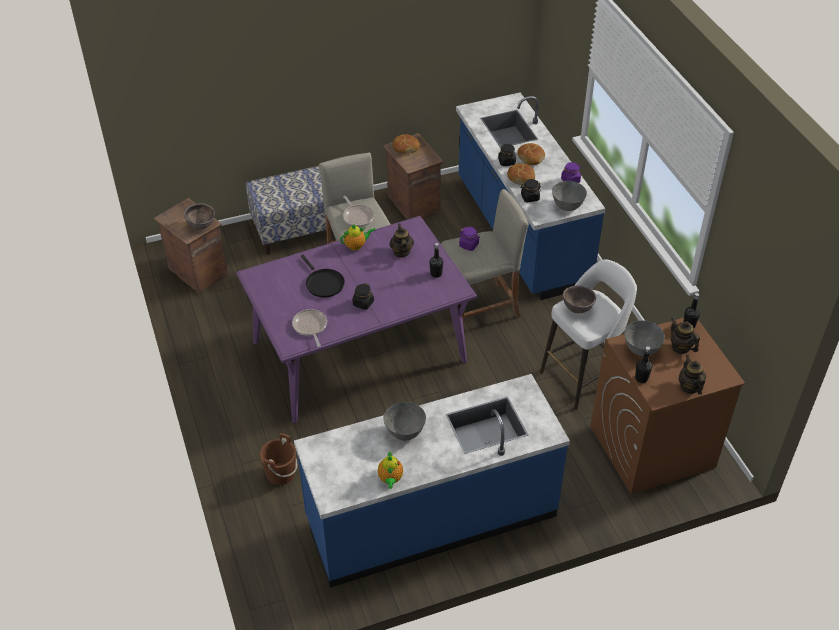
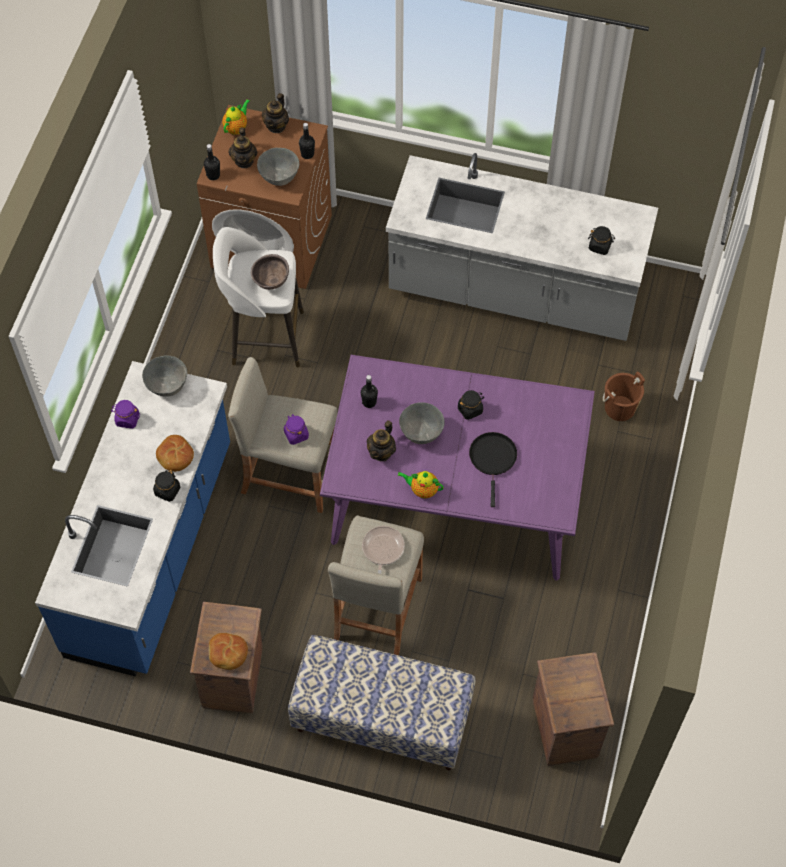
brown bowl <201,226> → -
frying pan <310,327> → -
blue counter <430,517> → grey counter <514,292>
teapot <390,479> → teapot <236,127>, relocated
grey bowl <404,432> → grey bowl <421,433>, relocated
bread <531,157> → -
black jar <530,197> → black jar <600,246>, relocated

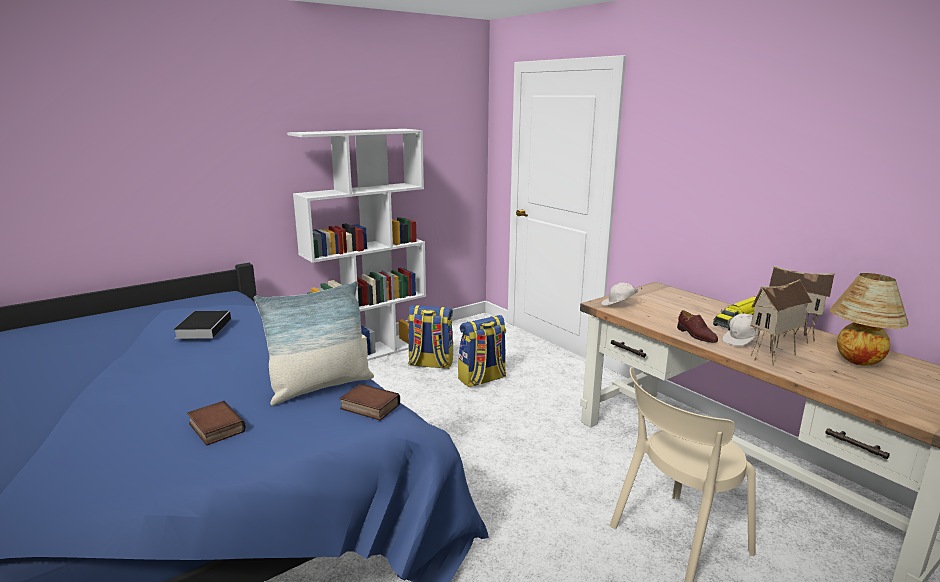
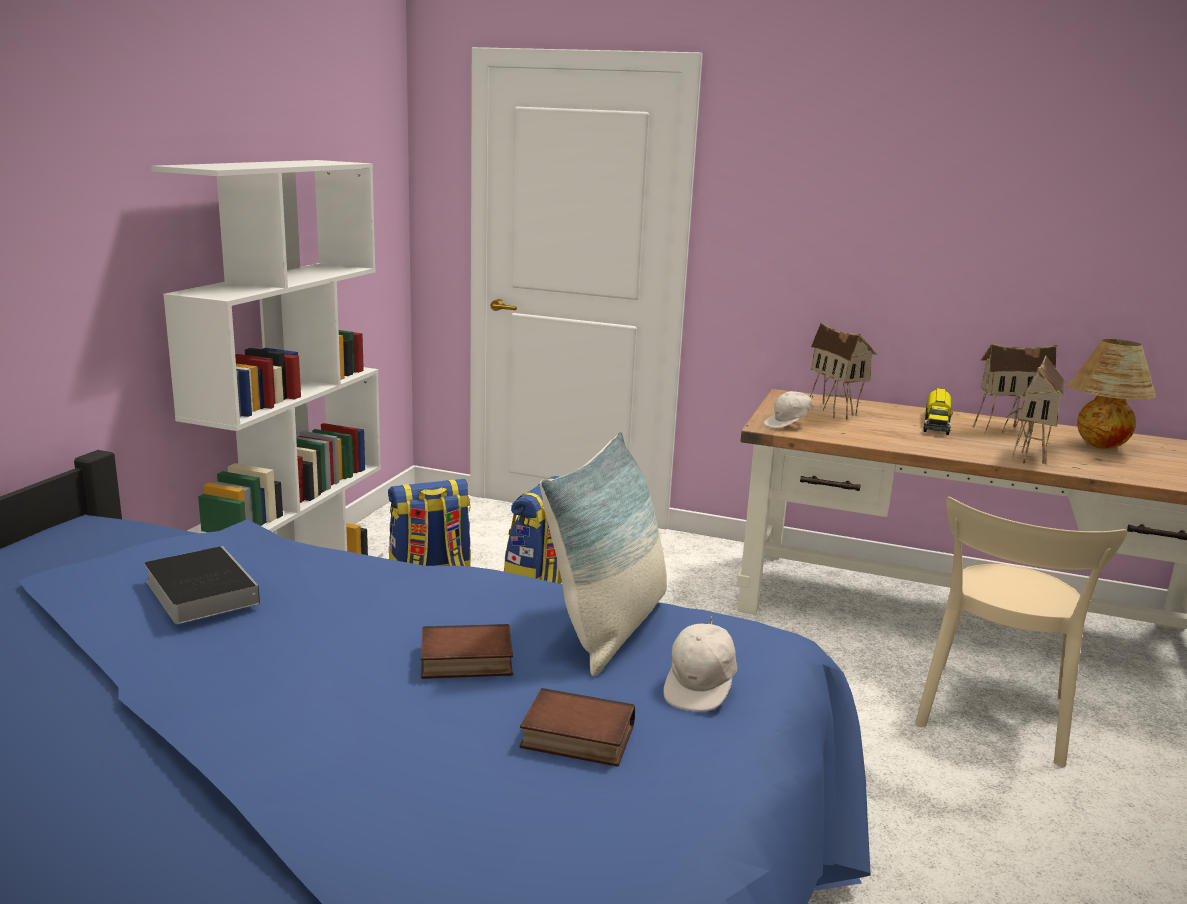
book <368,407> → book <465,662>, relocated
brown shoe <696,335> → -
white cap <741,340> → white cap <700,687>, relocated
- → toy house <834,411>

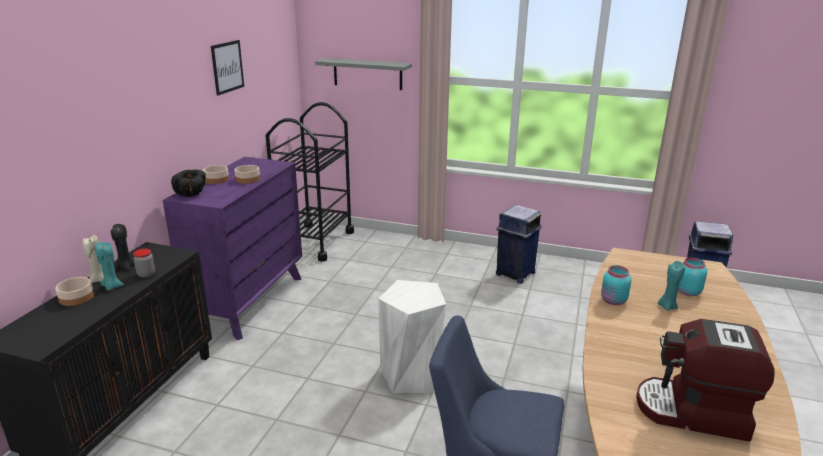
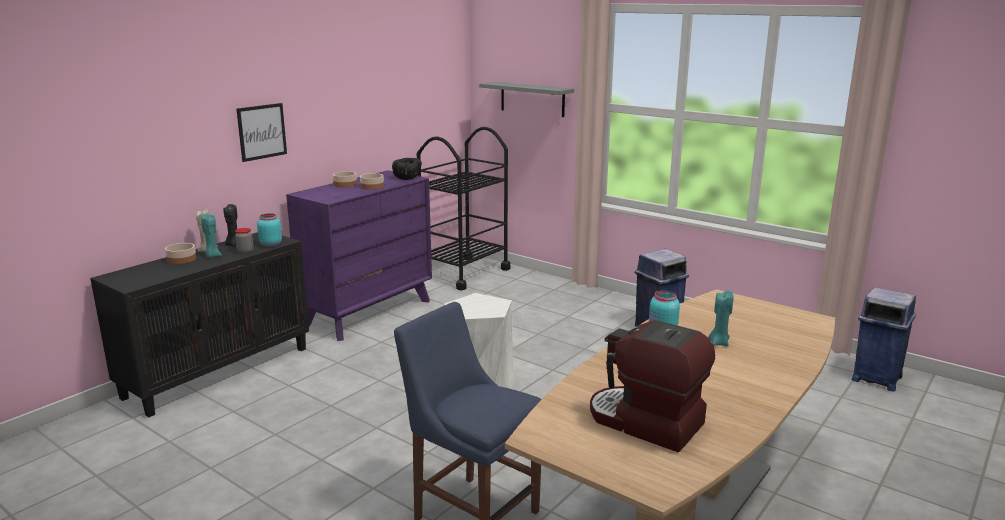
black bowl <191,194> → black bowl <407,178>, relocated
picture <227,67> → picture <262,132>, relocated
turquoise jar <687,292> → turquoise jar <270,244>, relocated

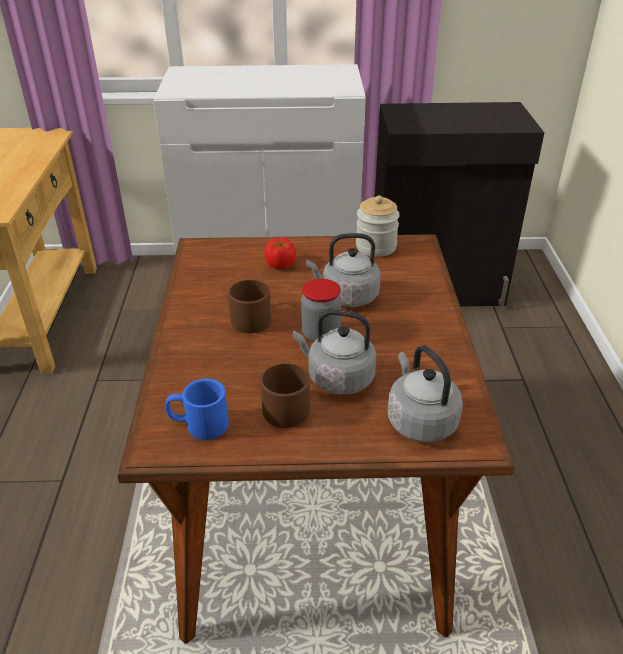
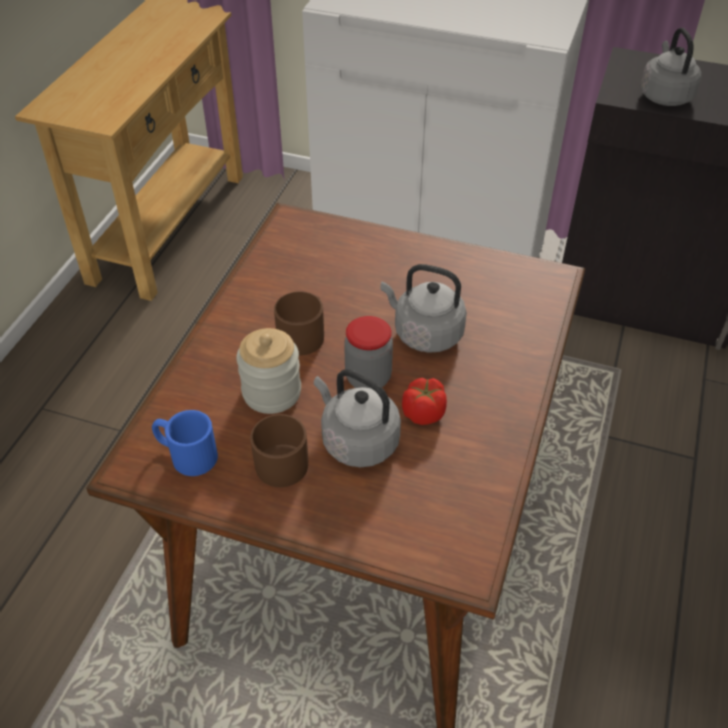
tomato <280,264> → tomato <424,412>, relocated
jar <376,247> → jar <272,392>, relocated
grey kettle <419,420> → grey kettle <664,95>, relocated

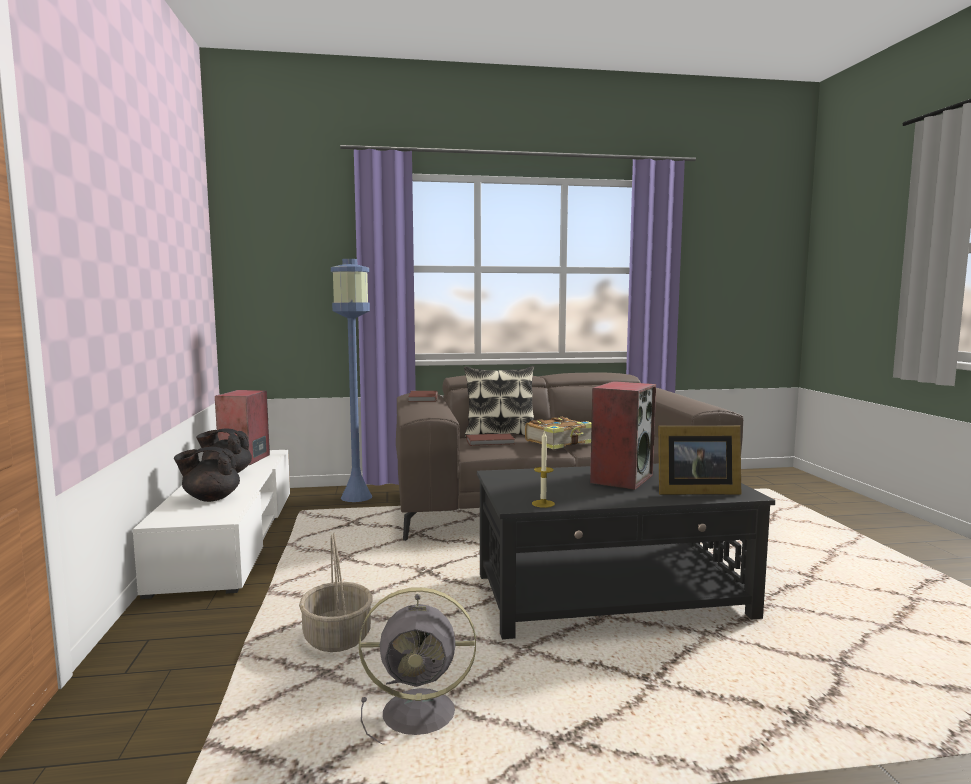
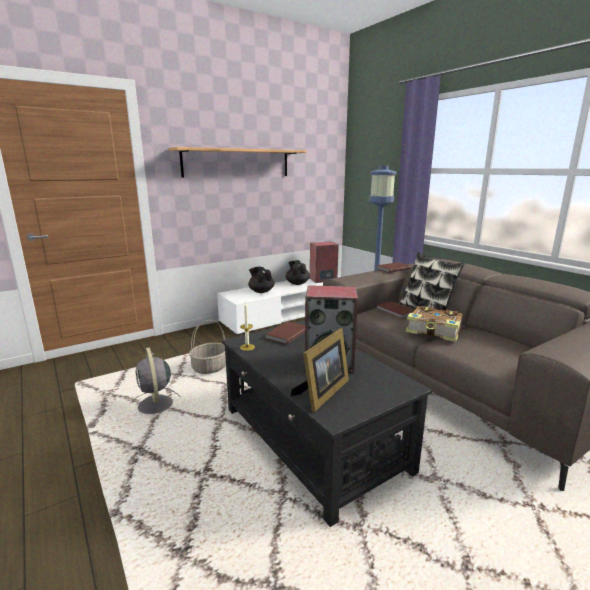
picture frame <693,491> → picture frame <322,393>, 120 degrees counterclockwise
- → shelf <237,163>
- → brown book <286,334>

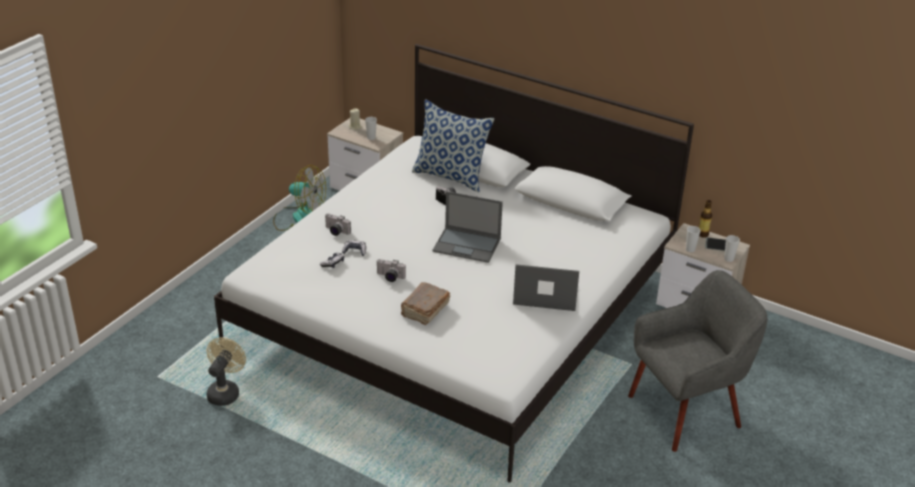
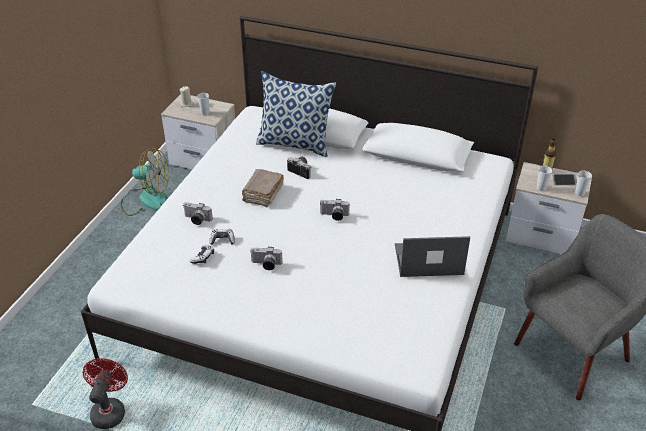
beige fan <225,391> → red fan <109,410>
brown book <424,310> → brown book <263,194>, relocated
laptop <467,245> → photo camera <334,216>

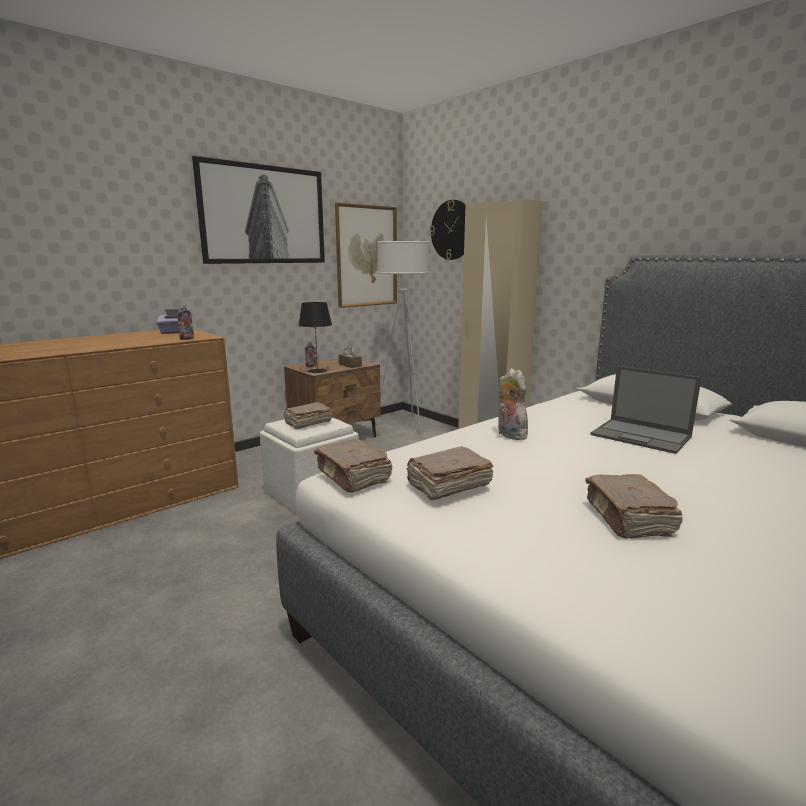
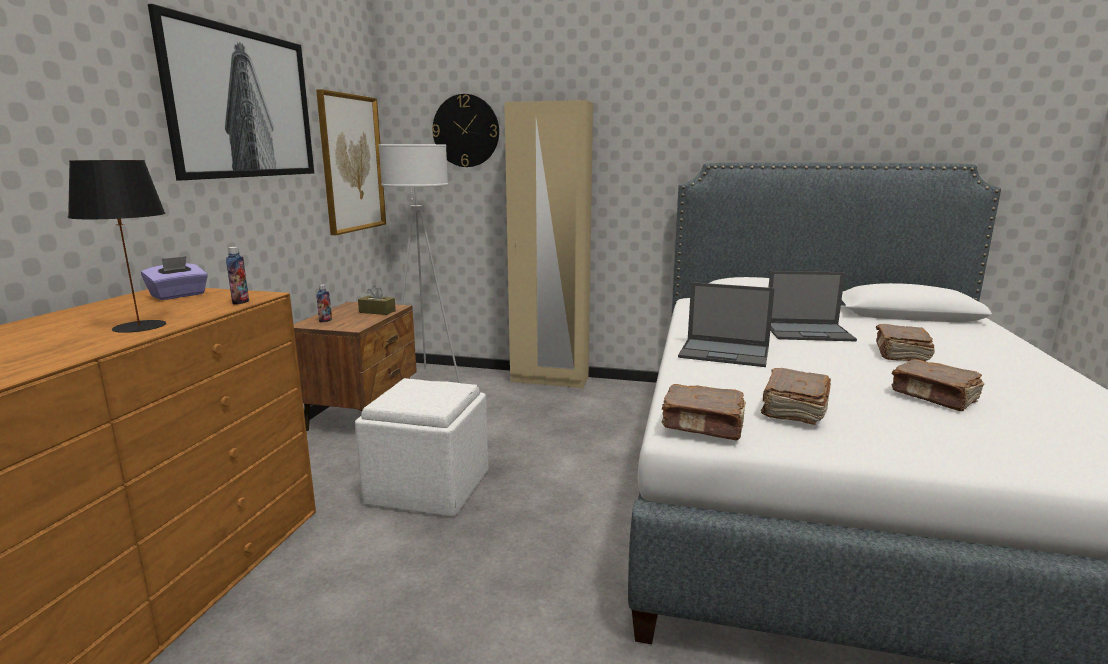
brown book <307,423> → brown book <901,353>, relocated
black table lamp <317,371> → black table lamp <138,327>, relocated
plush toy <509,435> → laptop <725,353>

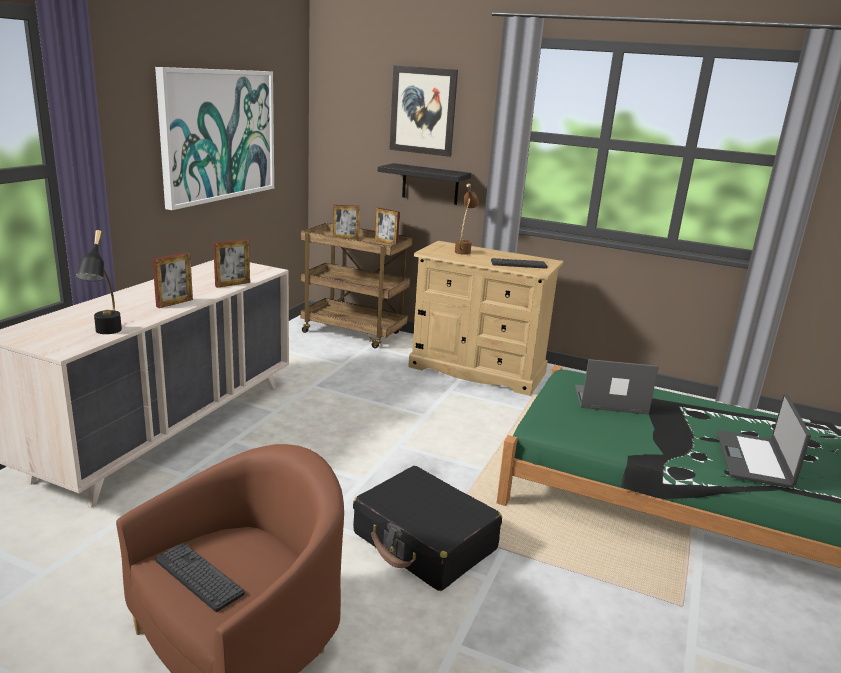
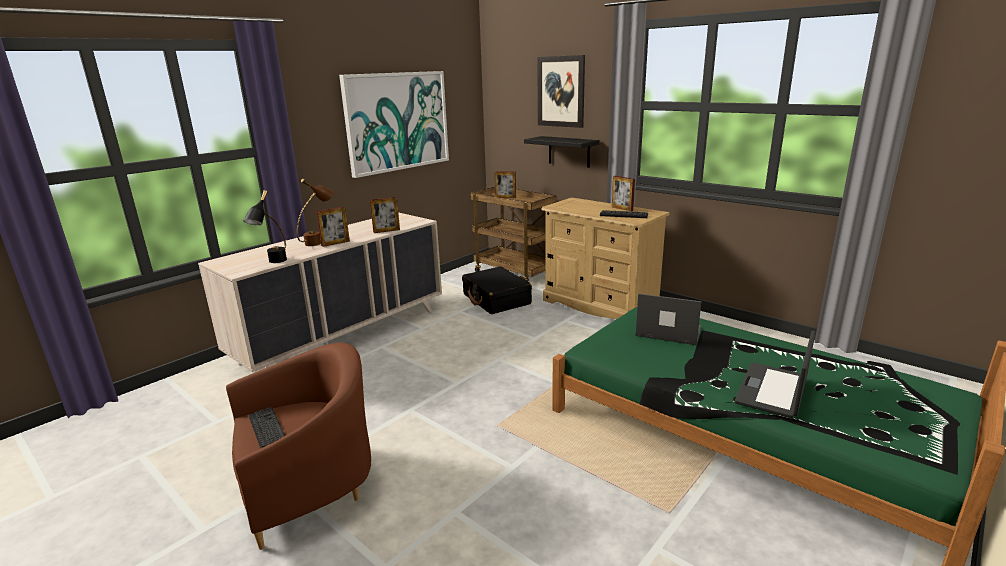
black suitcase <425,542> → black suitcase <496,299>, relocated
picture frame <386,243> → picture frame <622,208>, relocated
brown table lamp <464,250> → brown table lamp <319,241>, relocated

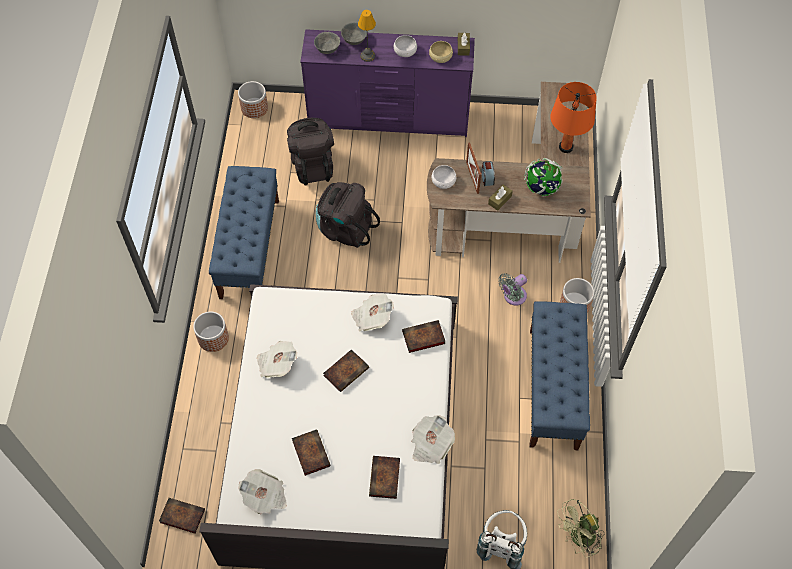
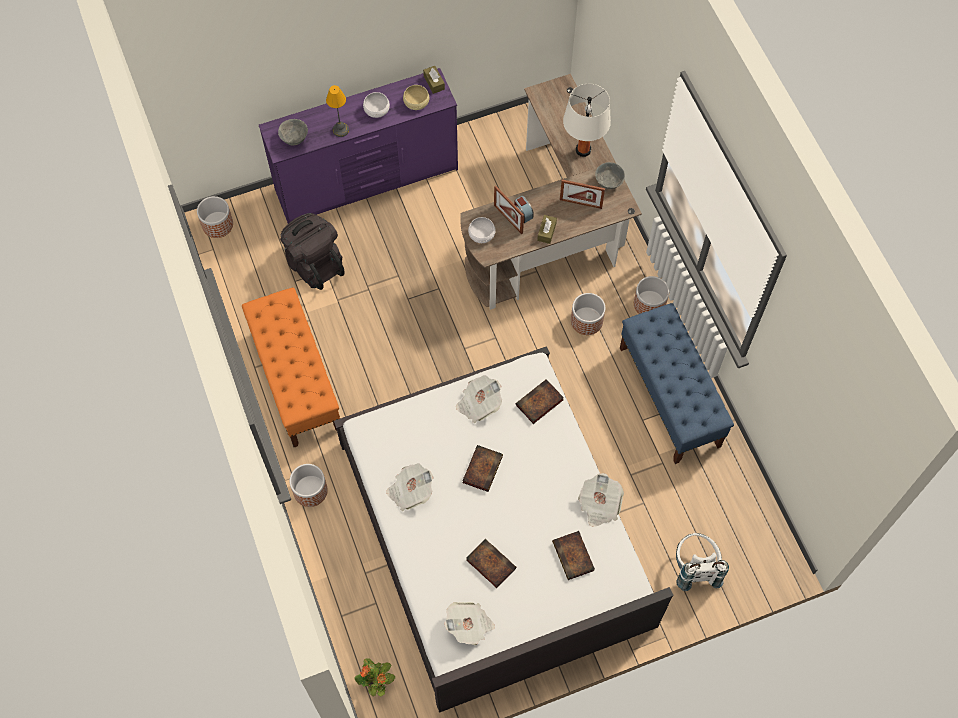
book <181,516> → potted plant <377,682>
blue bench <249,248> → orange bench <296,380>
black backpack <345,229> → -
grey bowl <354,40> → grey bowl <609,182>, relocated
grey fan <513,297> → planter <587,321>
globe <541,188> → picture frame <580,203>
orange table lamp <566,147> → white table lamp <583,150>
green fan <578,539> → -

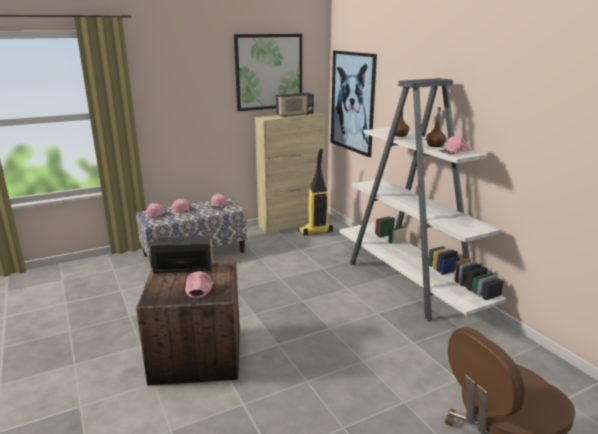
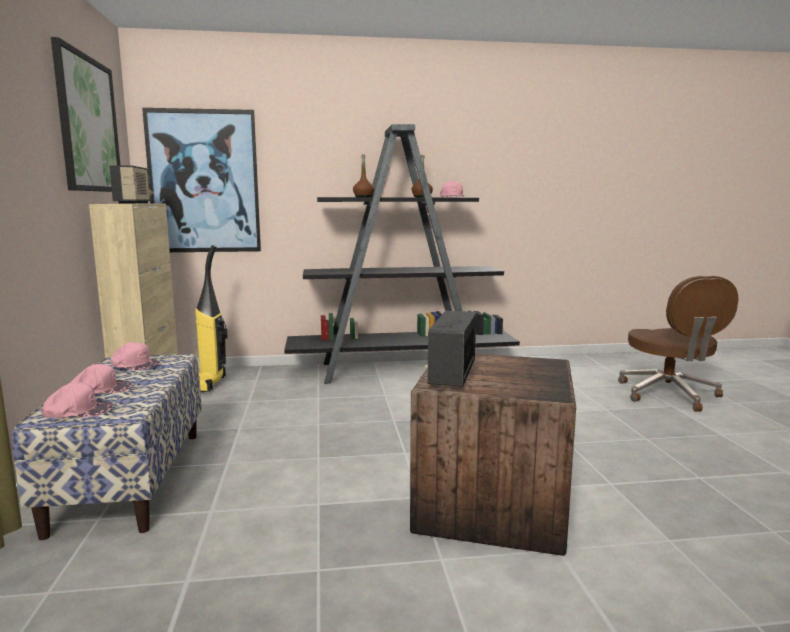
pink cap <198,288> → -
white bookcase <409,284> → black bookcase <401,370>

